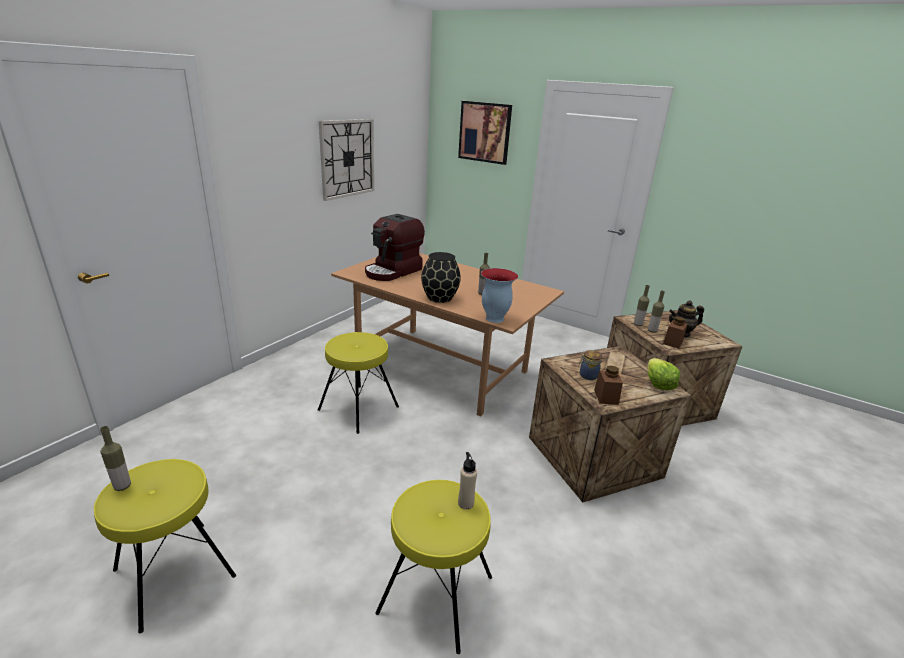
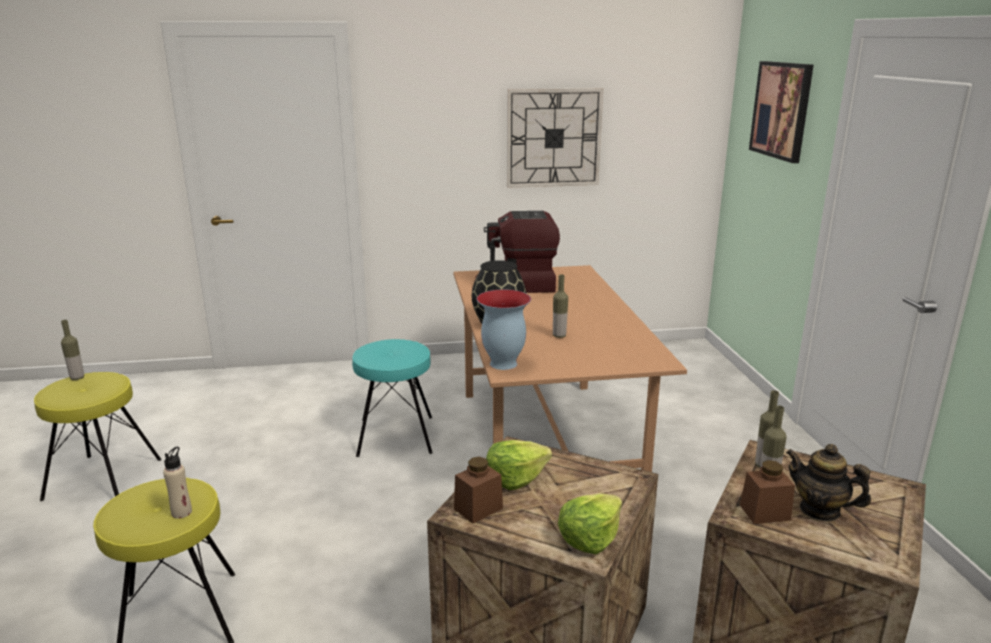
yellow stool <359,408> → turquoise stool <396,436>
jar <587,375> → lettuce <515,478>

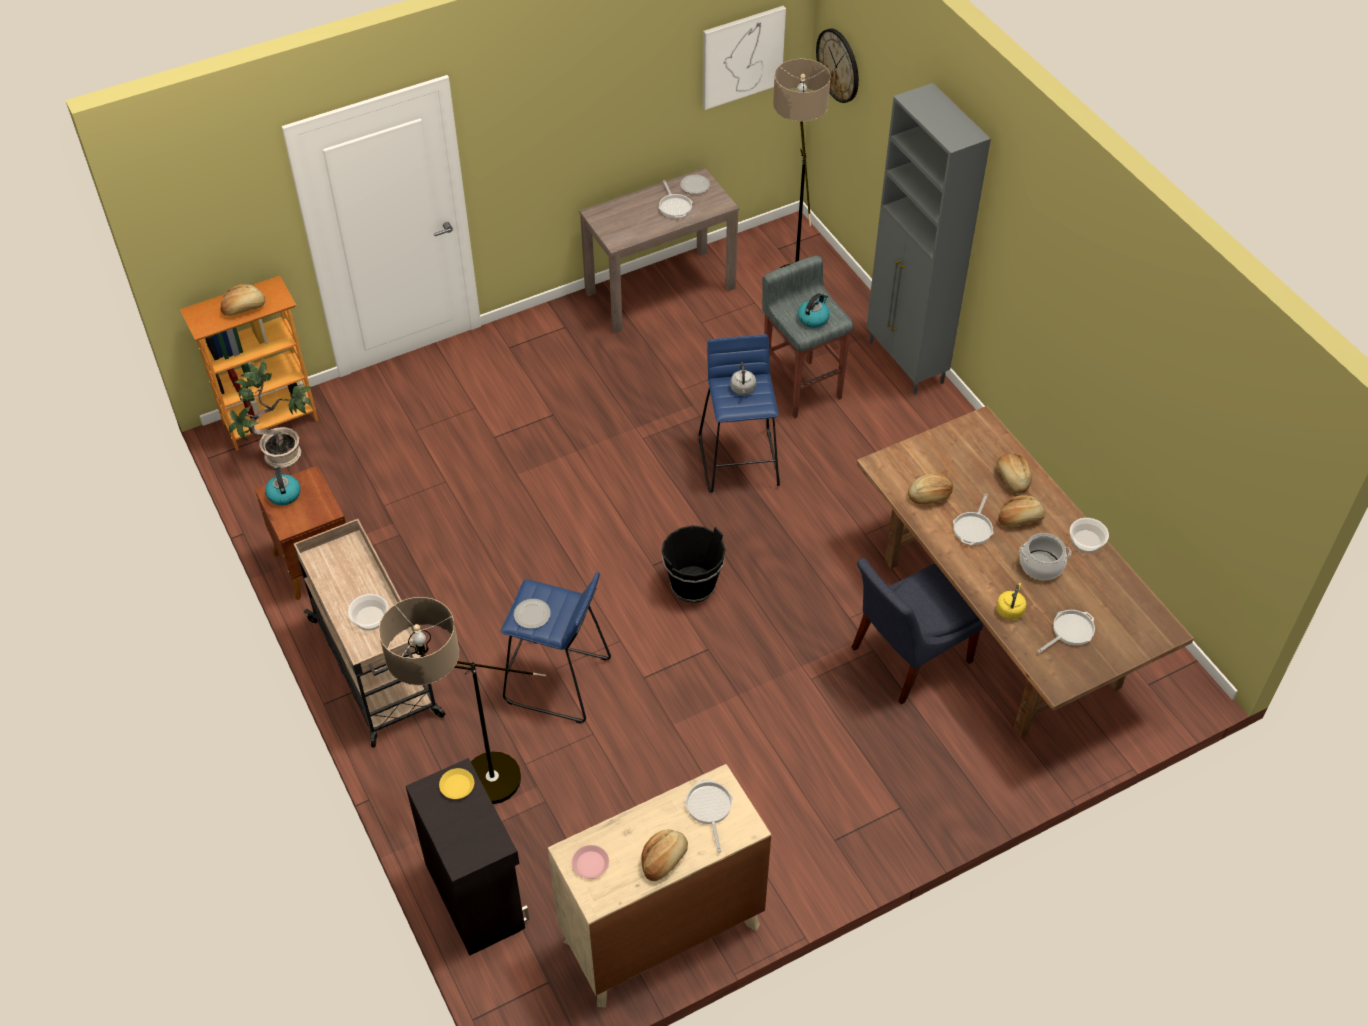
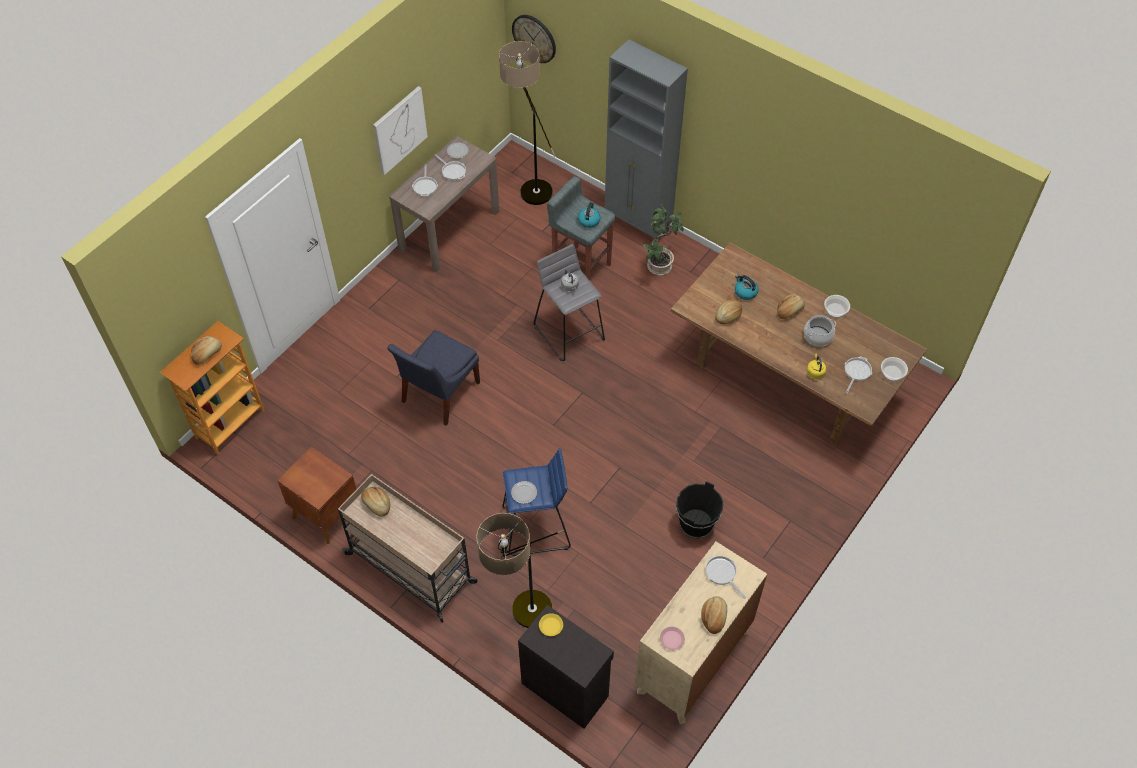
potted plant <282,456> → potted plant <660,267>, relocated
kettle <283,494> → kettle <745,292>, relocated
bowl <370,618> → bowl <892,373>, relocated
black bucket <693,585> → black bucket <696,524>, relocated
blue stool <740,461> → grey stool <569,332>
picture <742,56> → picture <399,130>, relocated
blue chair <906,657> → blue chair <438,394>, relocated
frying pan <973,528> → frying pan <425,186>, relocated
bread <1012,479> → bread <376,504>, relocated

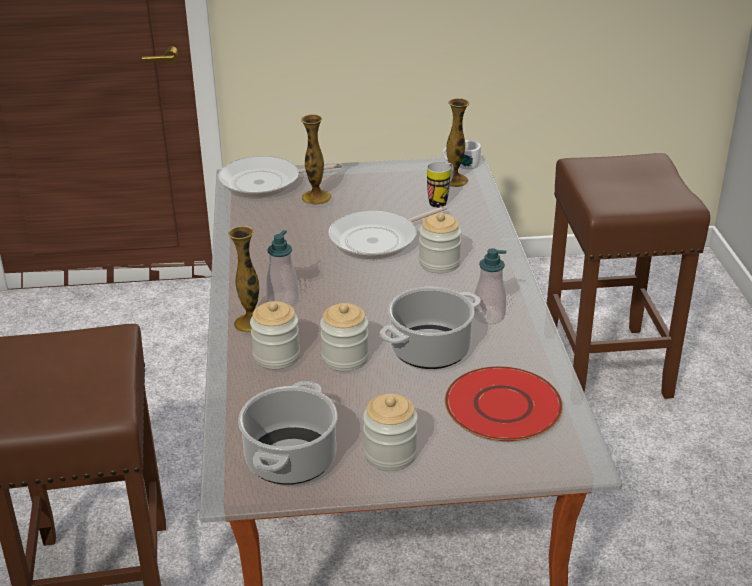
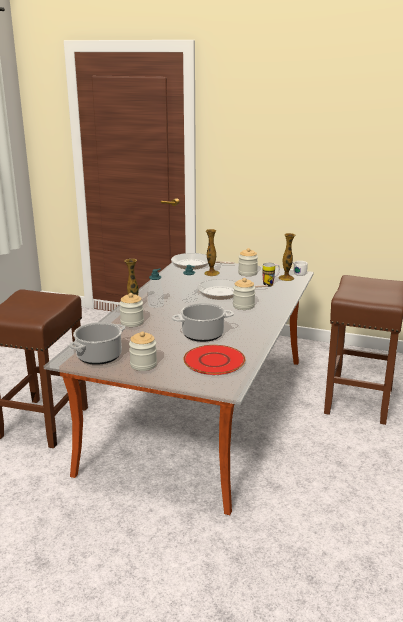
jar <345,358> → jar <247,273>, relocated
soap dispenser <488,316> → soap dispenser <189,300>, relocated

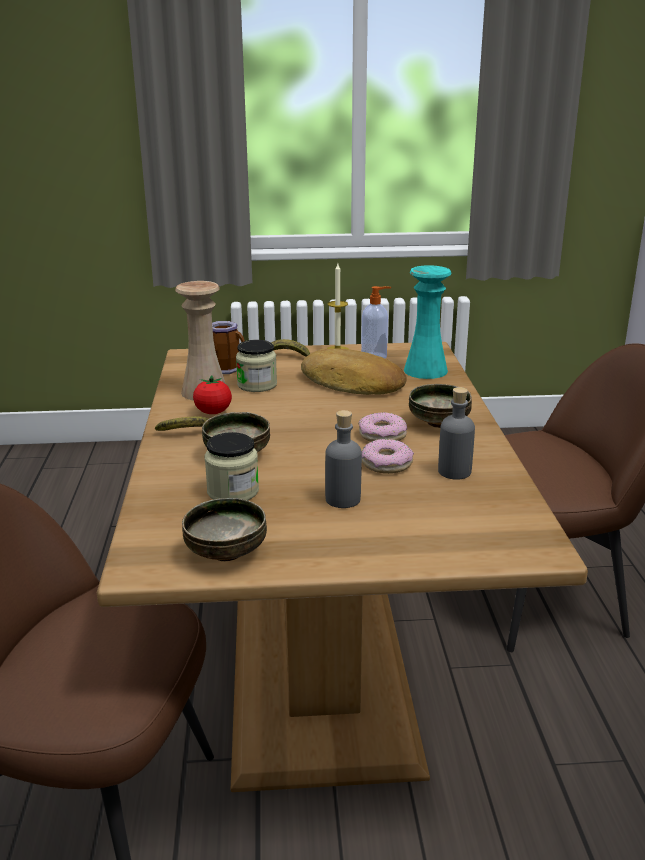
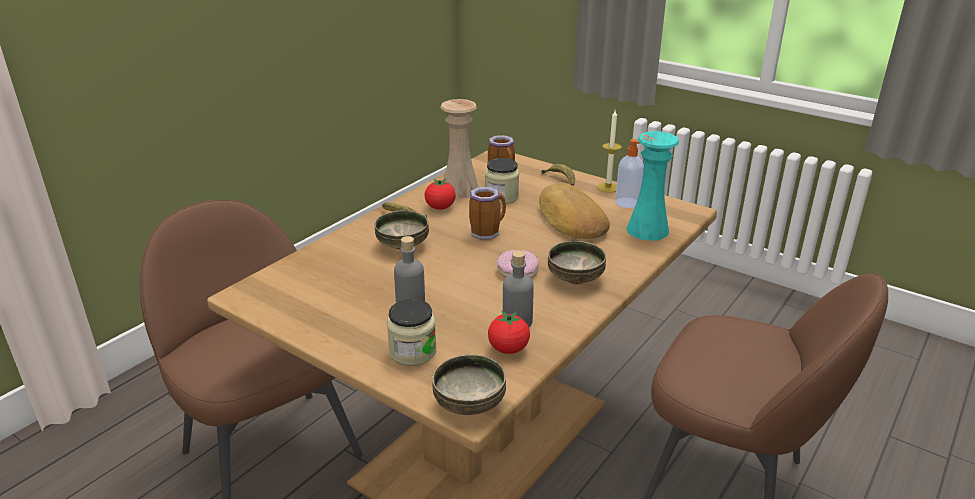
bowl <227,554> → bowl <470,405>, relocated
jar <233,491> → jar <412,352>, relocated
donut <387,464> → -
- → mug <487,232>
- → tomato <508,349>

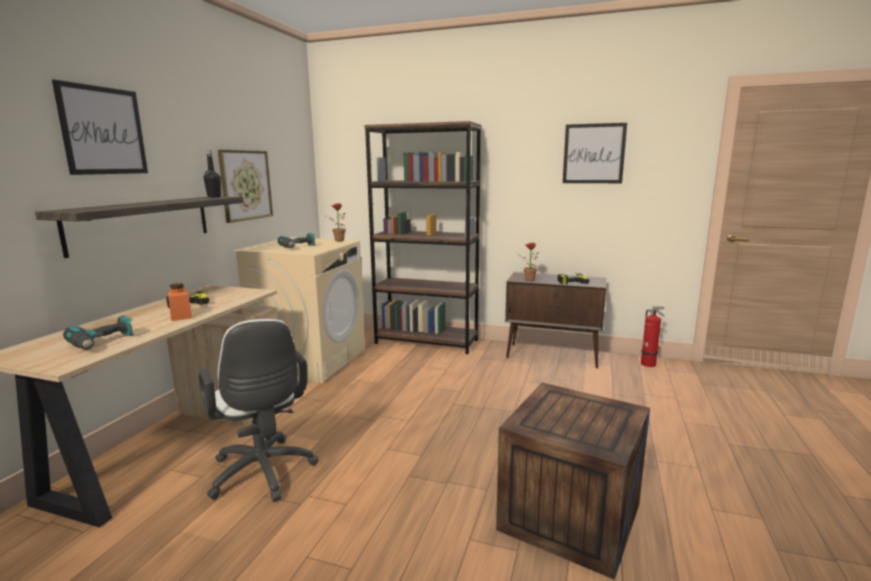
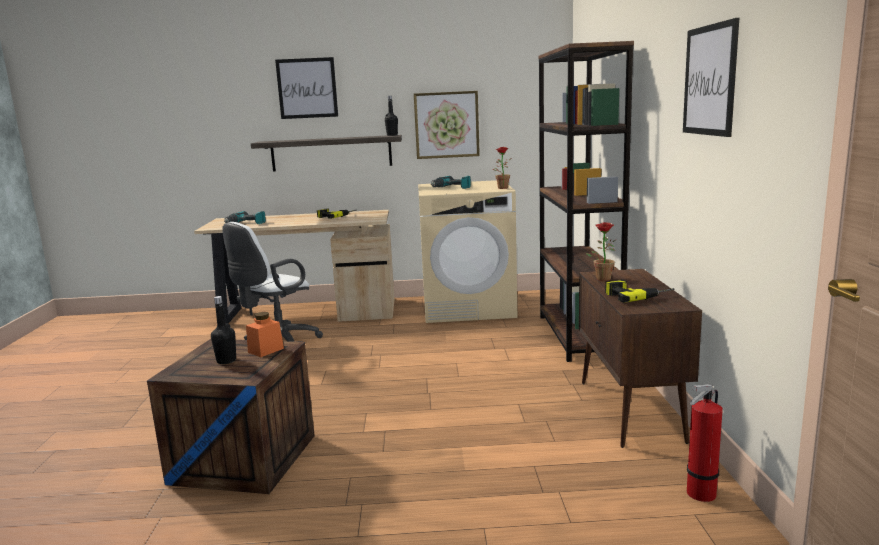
orange jar <181,316> → orange jar <266,350>, relocated
- → black bottle <226,361>

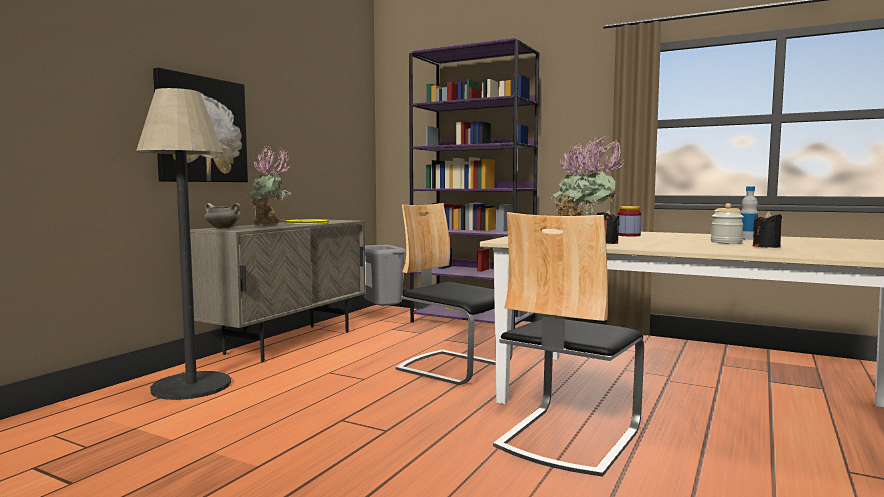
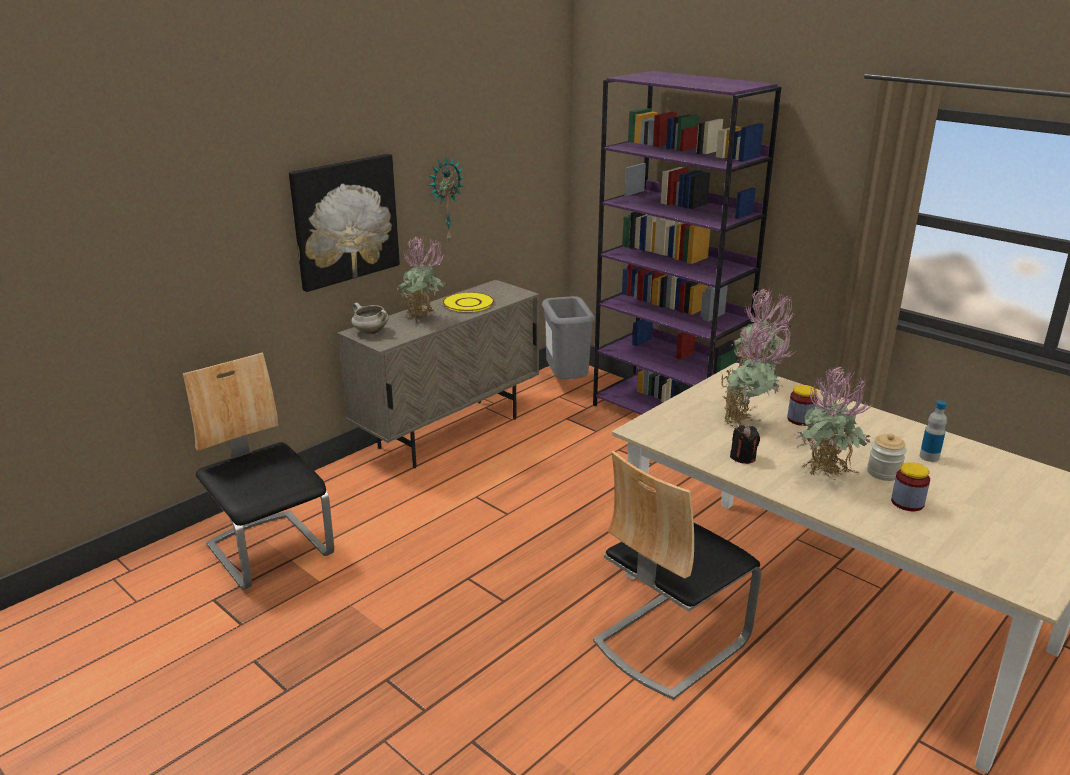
floor lamp <191,386> → -
chair <453,367> → chair <270,550>, relocated
black candle <766,247> → jar <907,503>
- → wall clock <445,199>
- → potted plant <826,478>

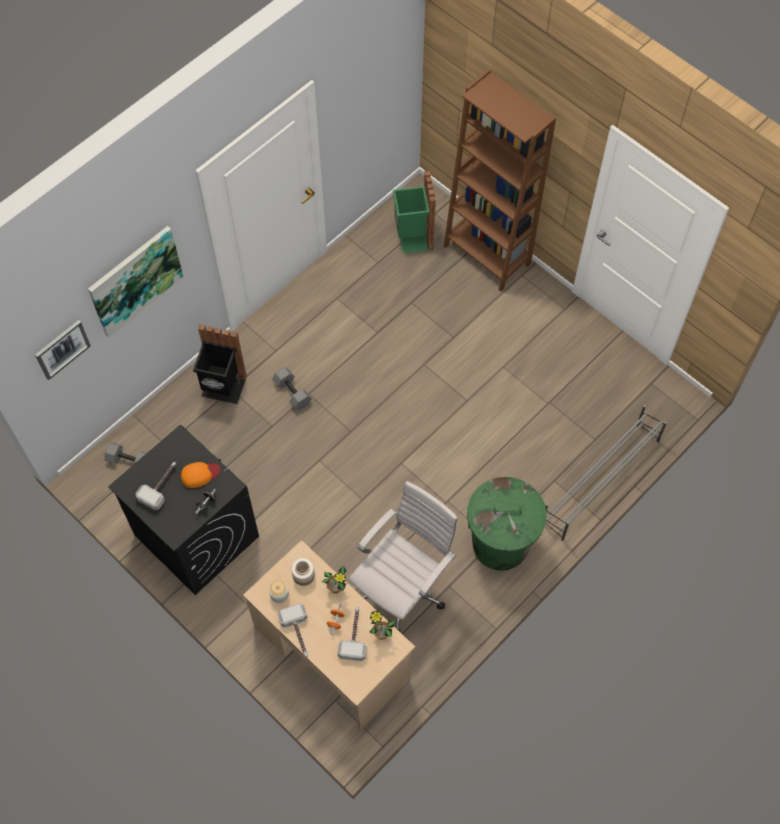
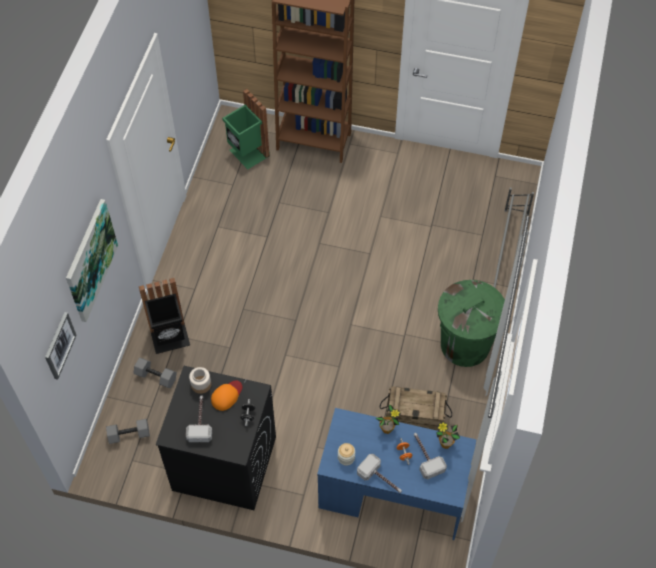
beige desk <331,652> → blue desk <392,494>
grey dumbbell <291,393> → grey dumbbell <155,377>, relocated
jar <304,575> → jar <201,384>, relocated
white office chair <402,589> → crate <415,416>

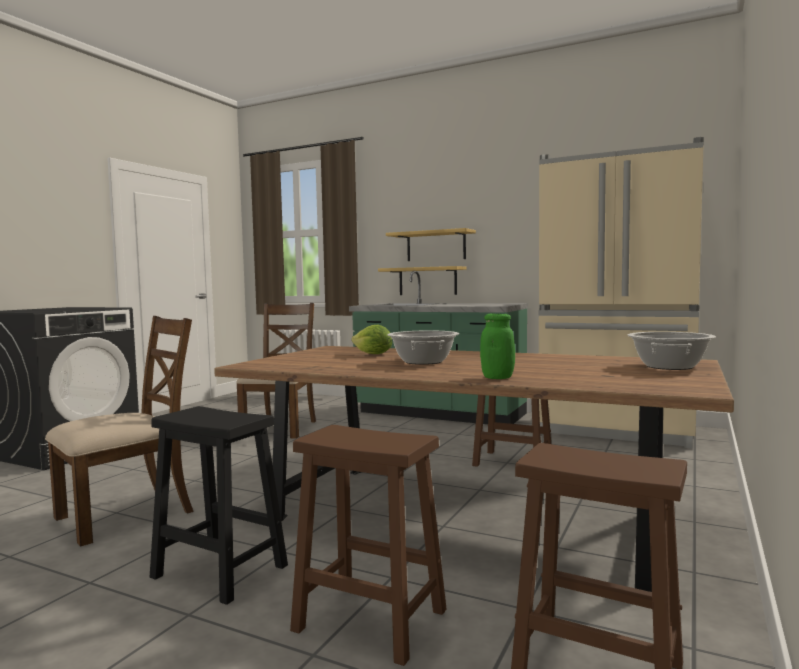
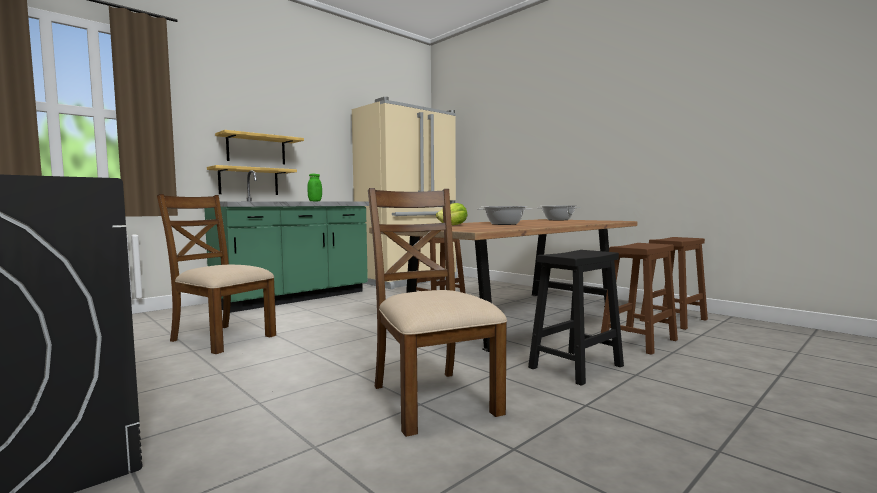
green jar <497,377> → green jar <315,201>, relocated

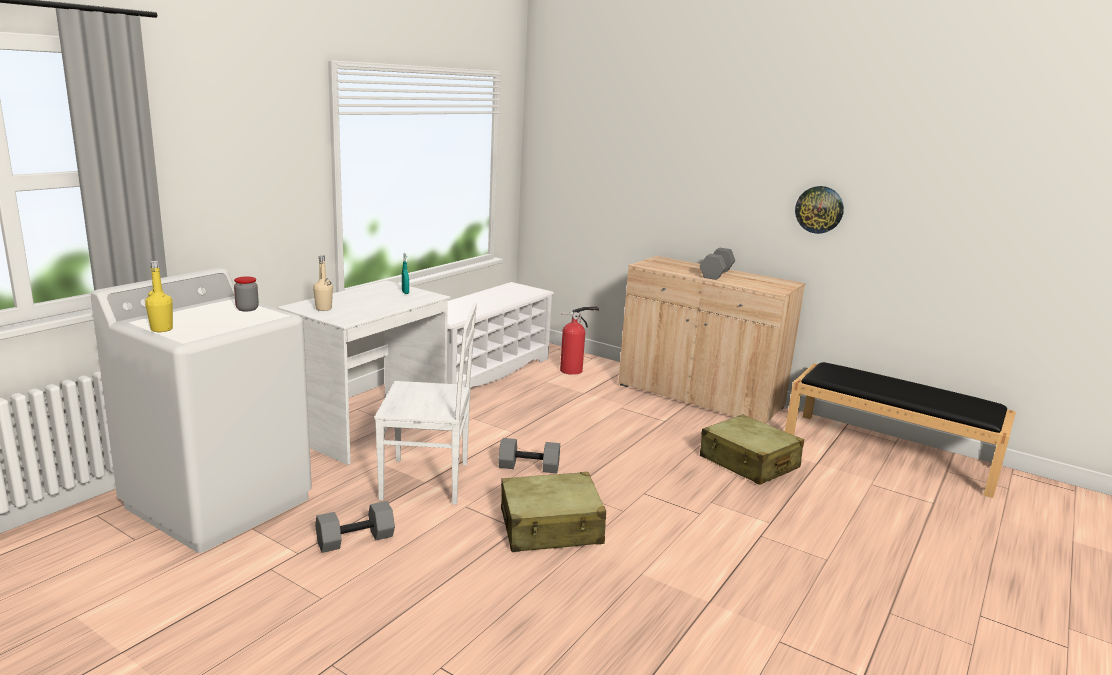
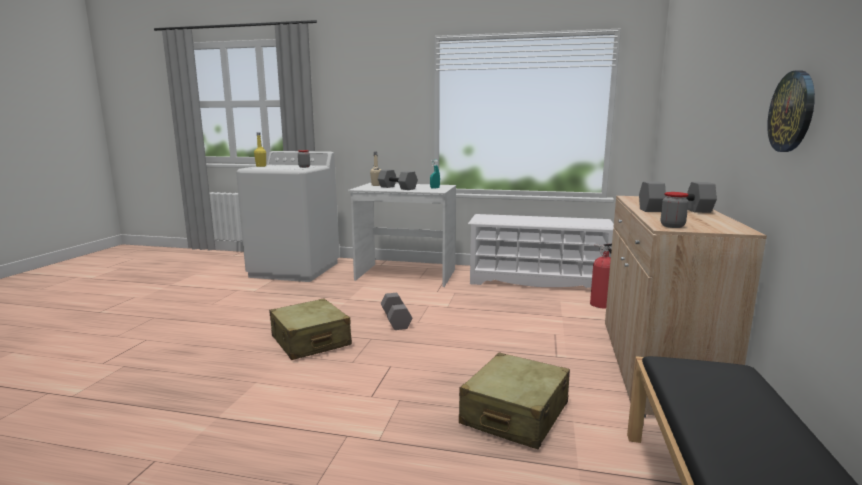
grey dumbbell <356,539> → grey dumbbell <398,188>, relocated
white chair <428,481> → -
- → jar <672,226>

